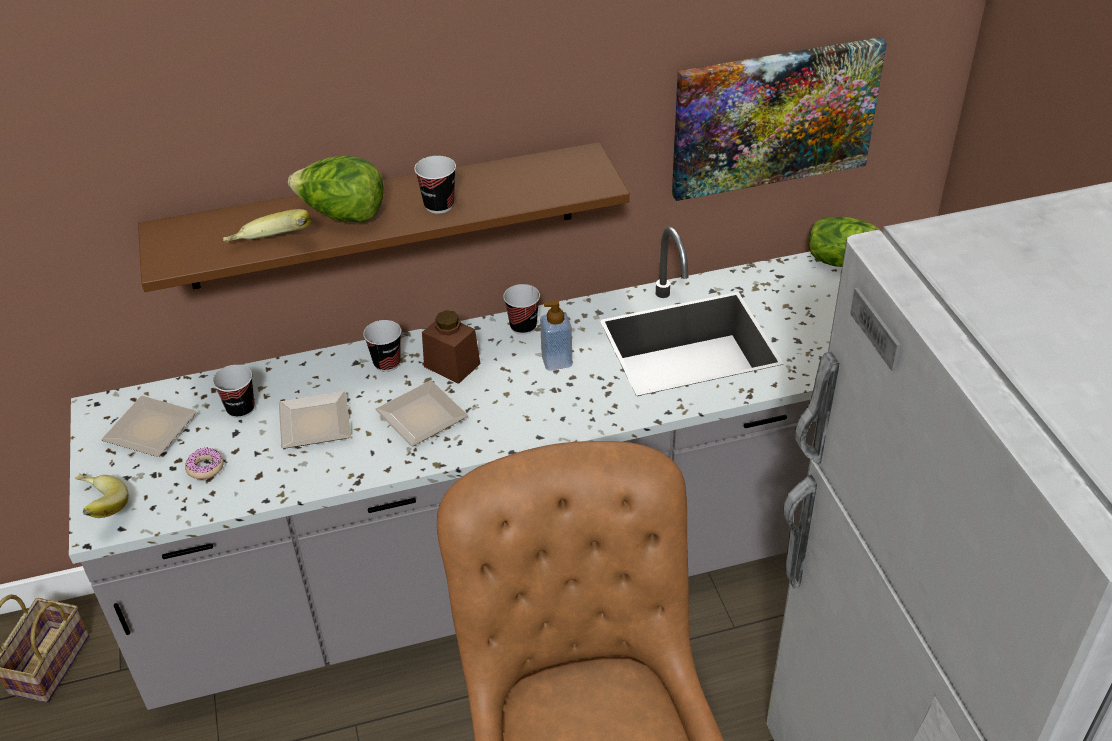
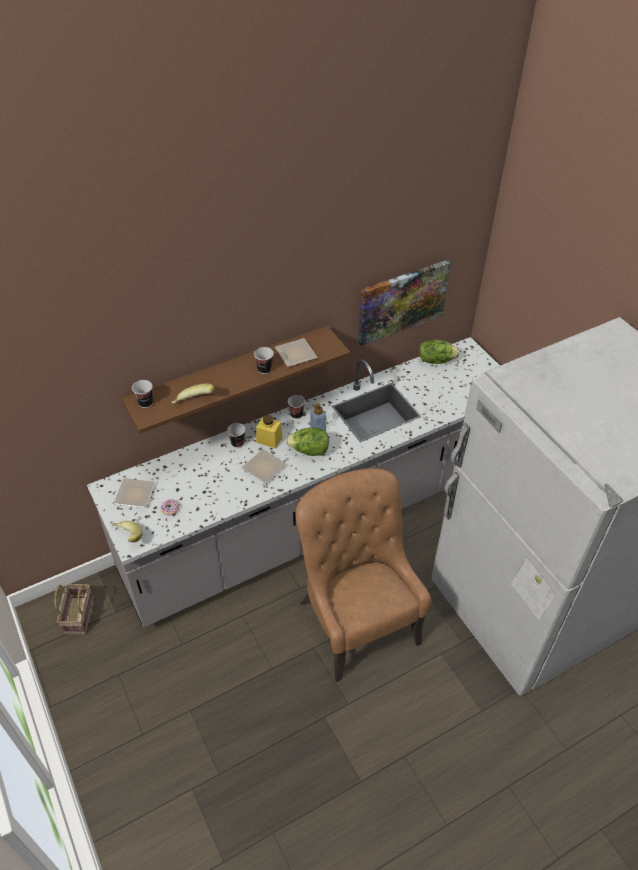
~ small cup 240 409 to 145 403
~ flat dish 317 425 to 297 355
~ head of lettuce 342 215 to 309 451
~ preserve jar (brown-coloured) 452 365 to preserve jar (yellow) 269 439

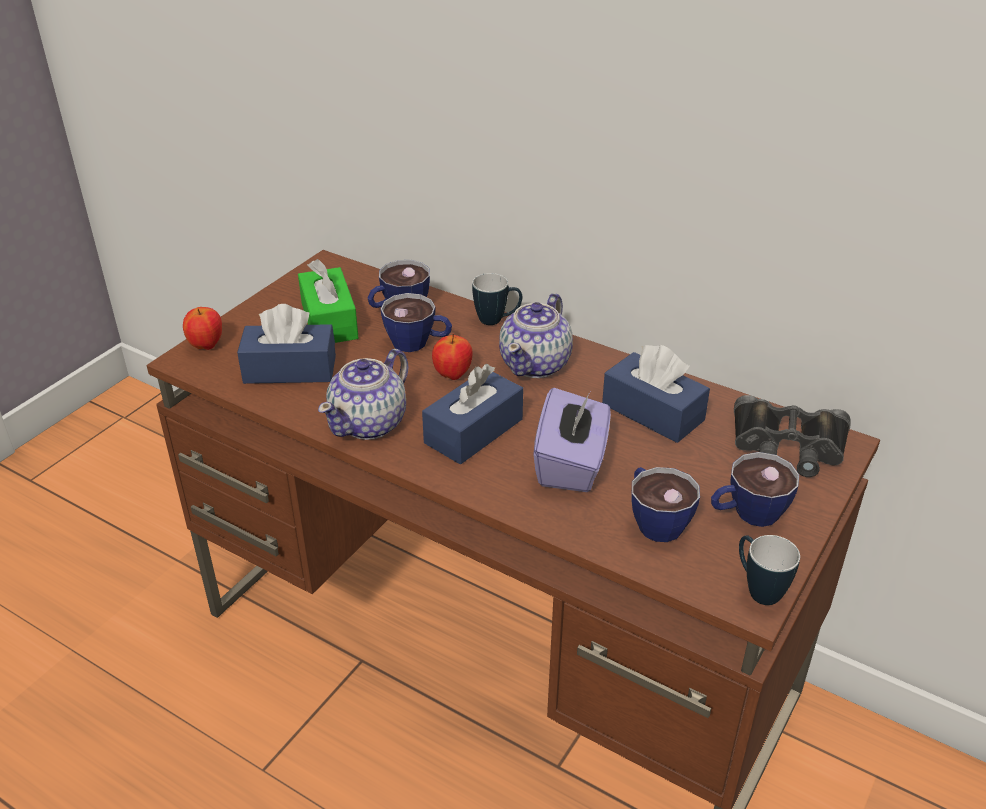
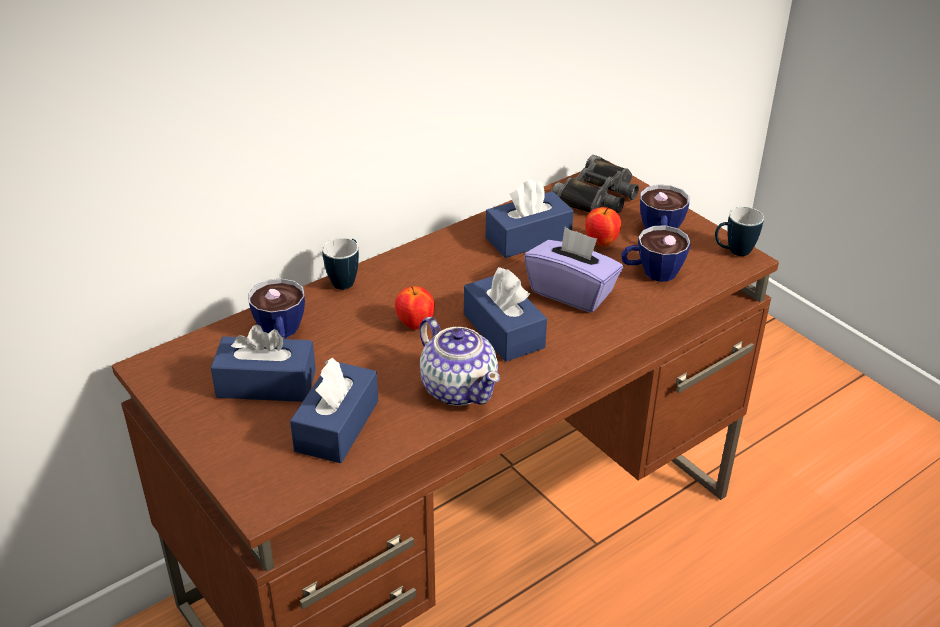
- small cup 418 343
- tea pot 536 364
~ apple 206 345 to 601 242
~ tissue holder (green-coloured) 329 321 to tissue holder (bluish) 266 384

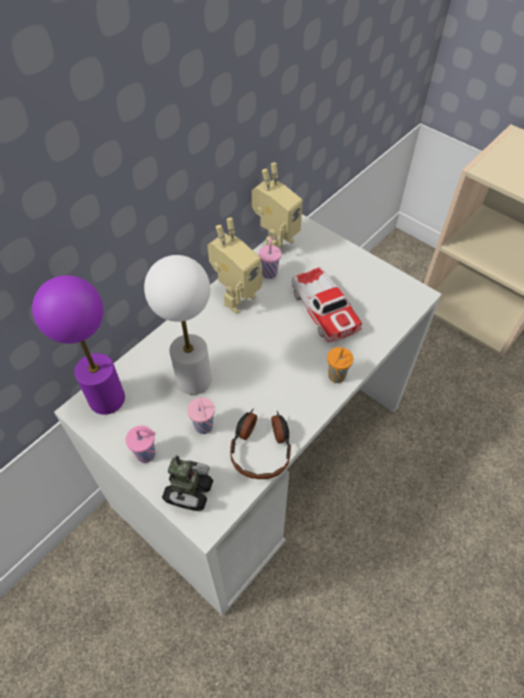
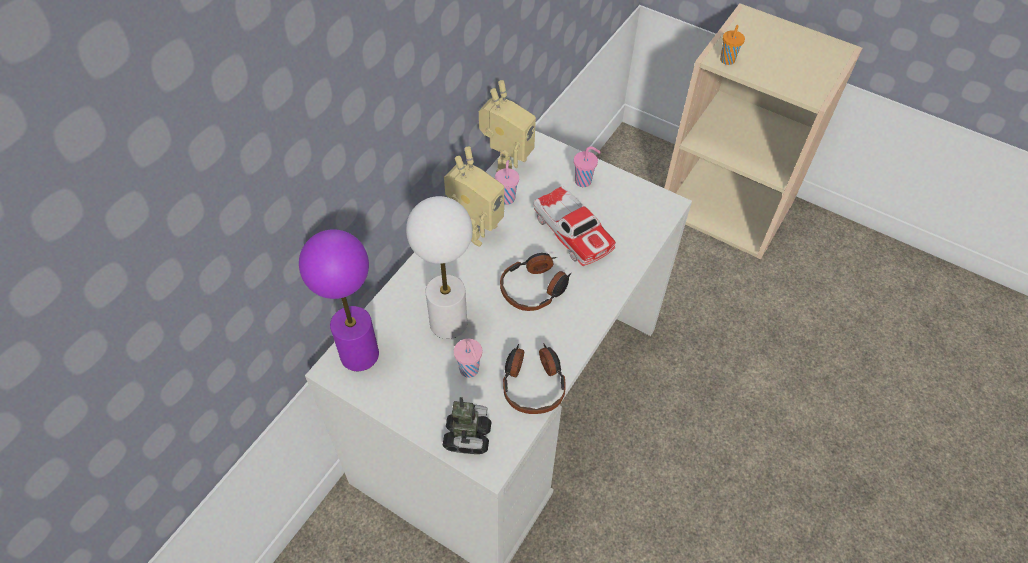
+ pair of headphones 535 288
~ small cup (pinkish) 147 454 to 584 181
~ small cup (orangey) 336 377 to 727 61

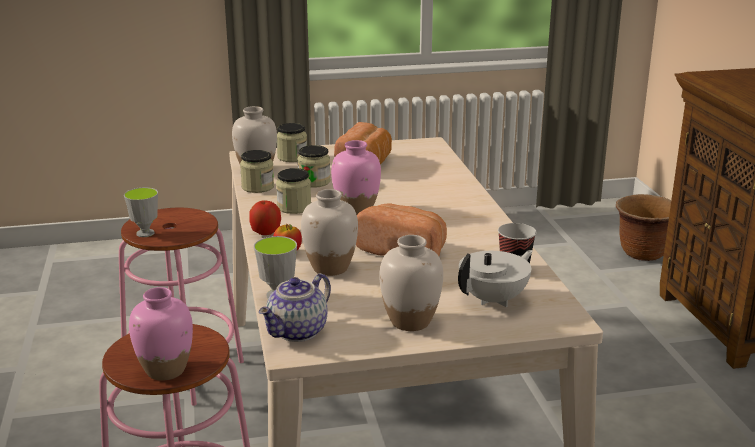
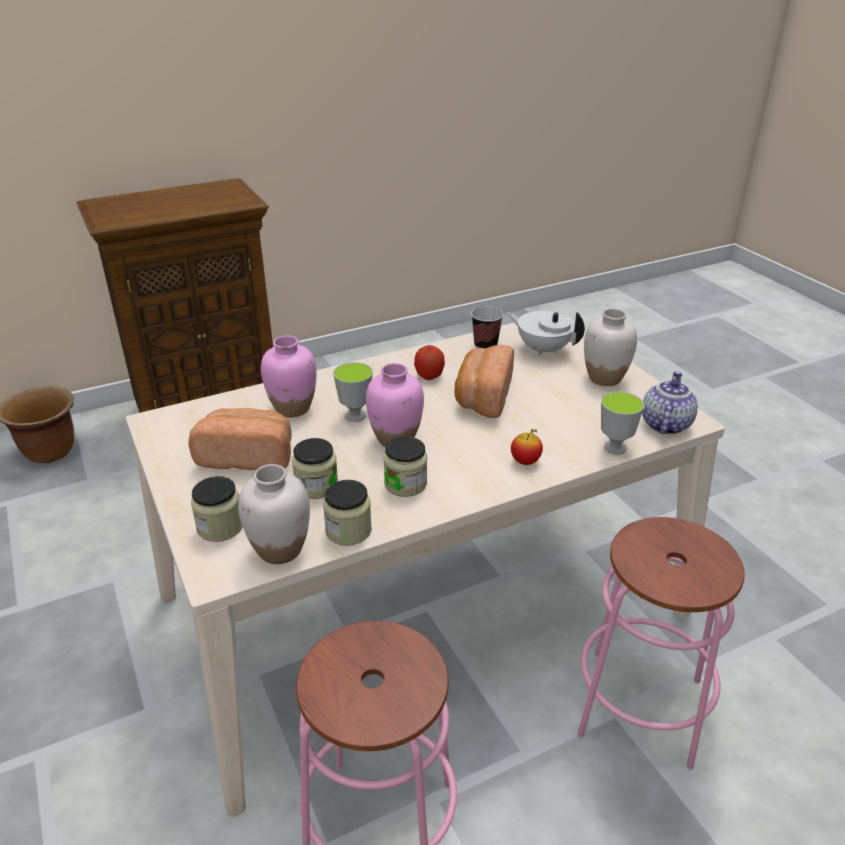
- decorative vase (whitish) 330 268
~ small cup 145 233 to 355 416
~ decorative vase (pinkish) 166 370 to 293 408
~ apple 265 233 to 429 376
~ tea pot 298 332 = 664 424 90 degrees counterclockwise

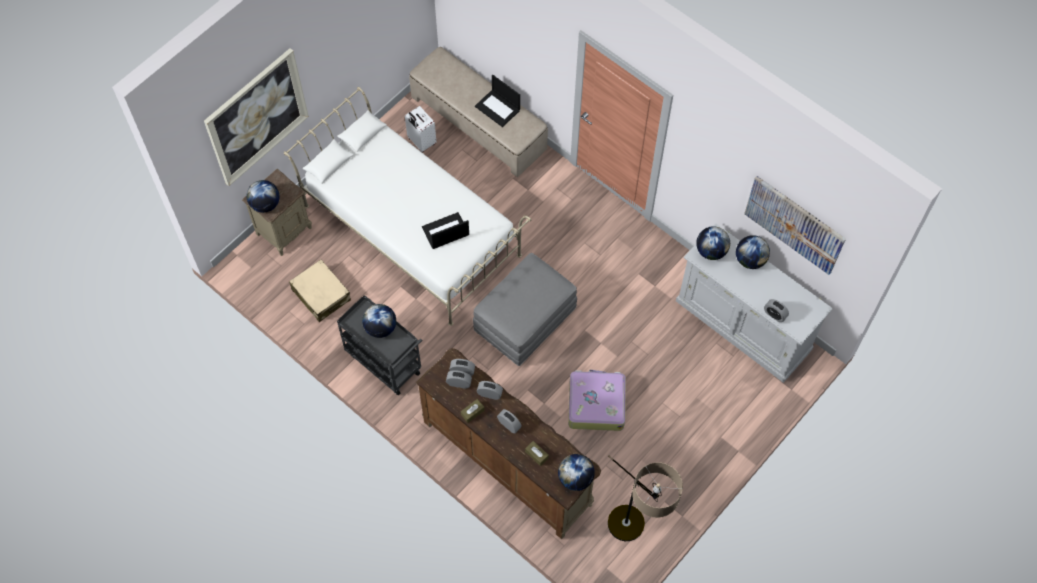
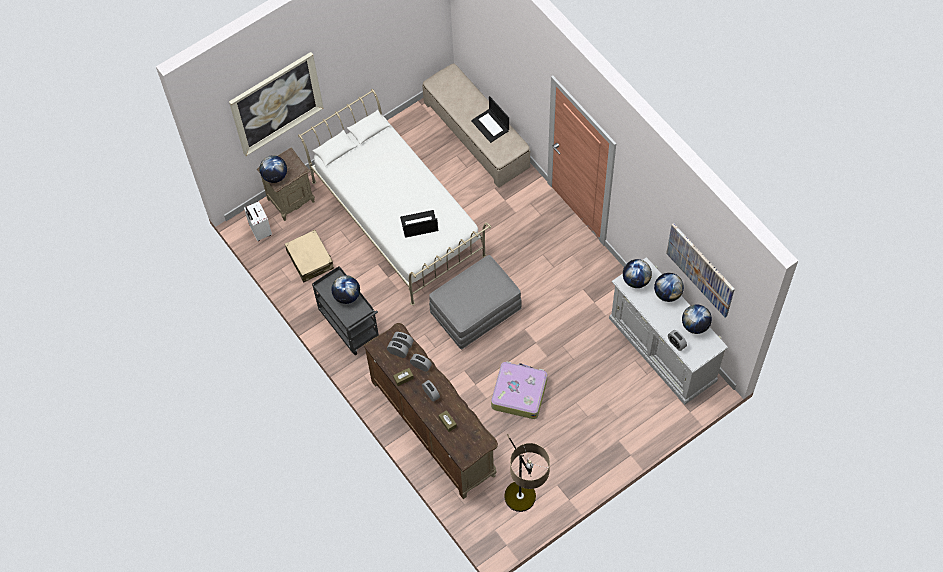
~ piece of luggage (whitish) 421 142 to 260 231
~ world globe 575 478 to 695 325

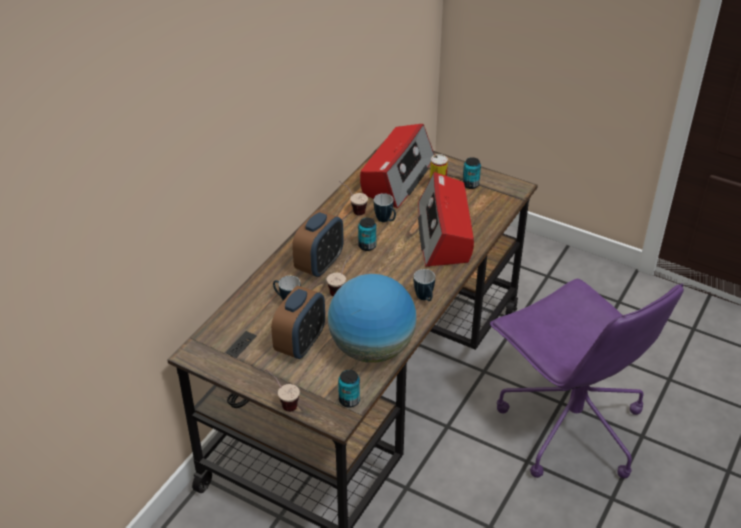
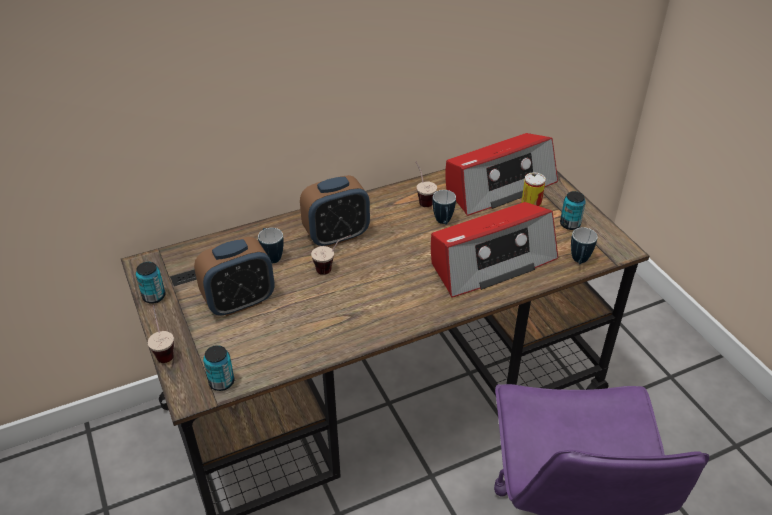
- world globe 371 349
~ metal can 367 246 to 154 296
~ mug 425 299 to 579 262
~ radio receiver 444 233 = 491 261 150 degrees counterclockwise

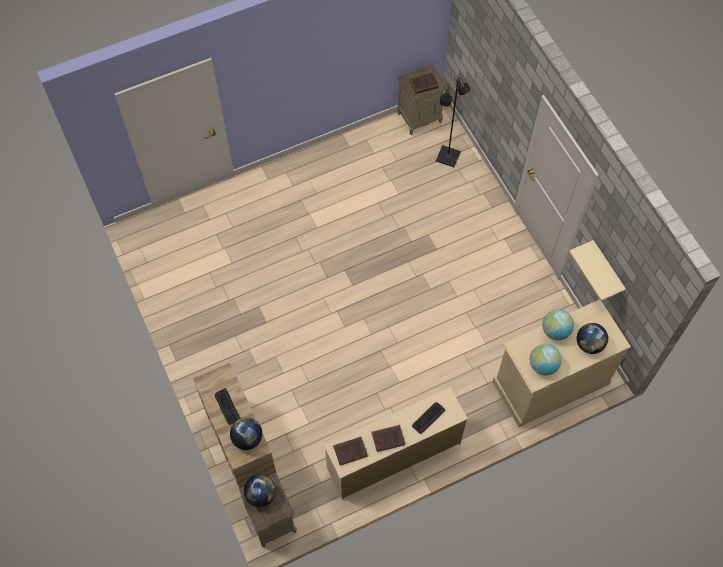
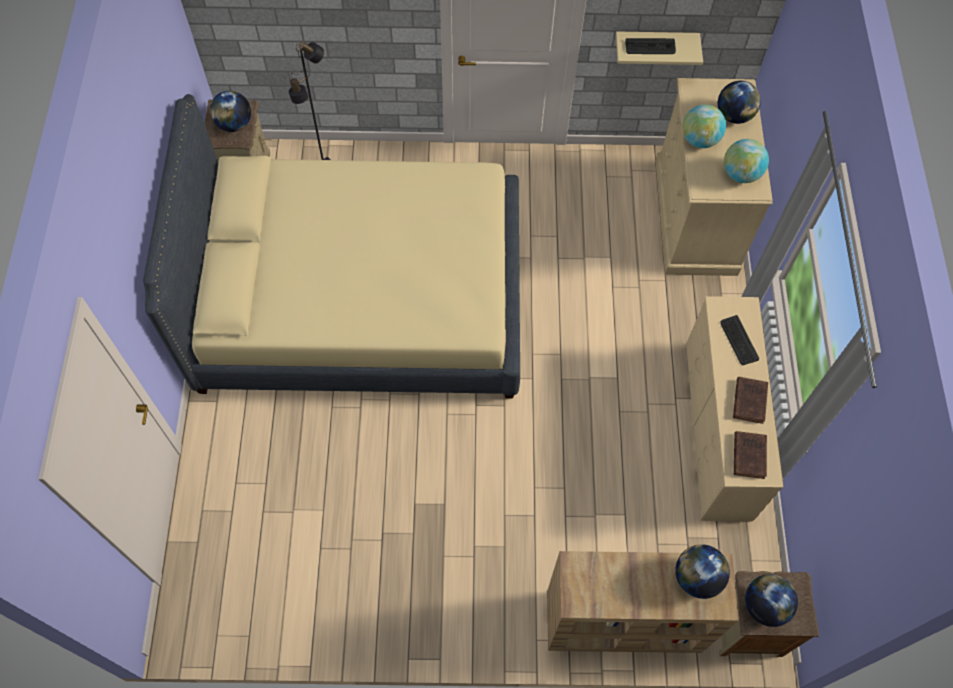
+ bedroom bed (beige-coloured) 361 298
~ computer keyboard 227 406 to 650 47
~ volume (brown-coloured) 422 85 to world globe 234 124

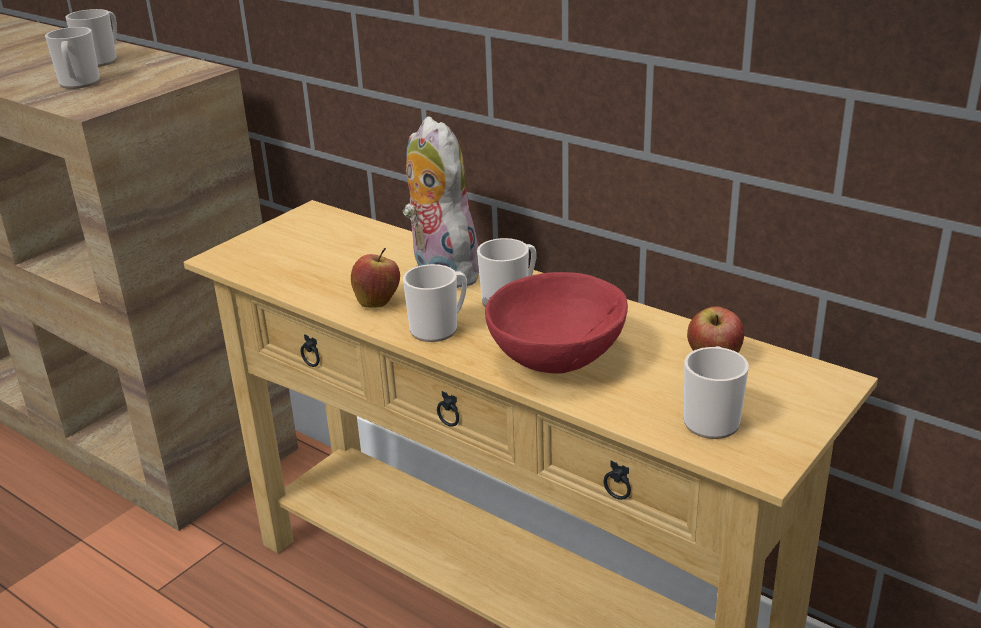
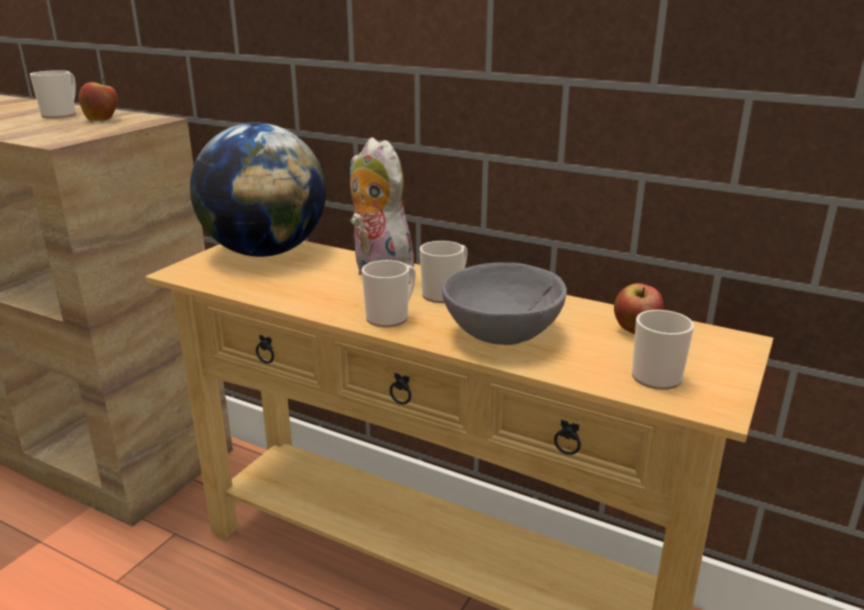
- mug 79 84
+ world globe 265 252
~ apple 378 302 to 102 120
~ bowl (red-coloured) 557 357 to bowl (grey) 503 334

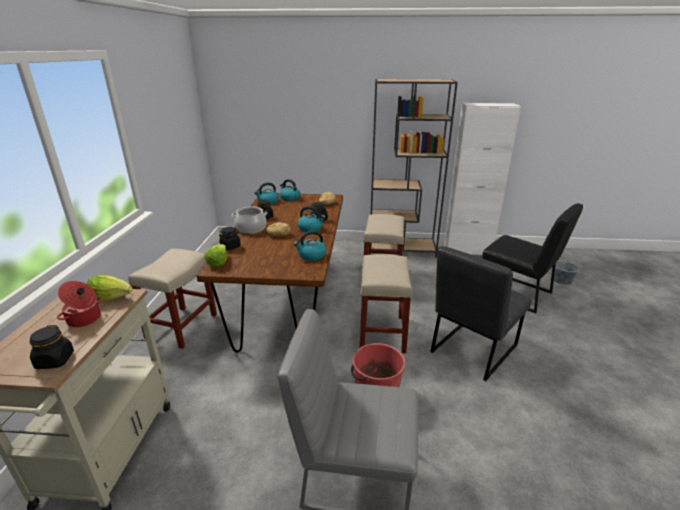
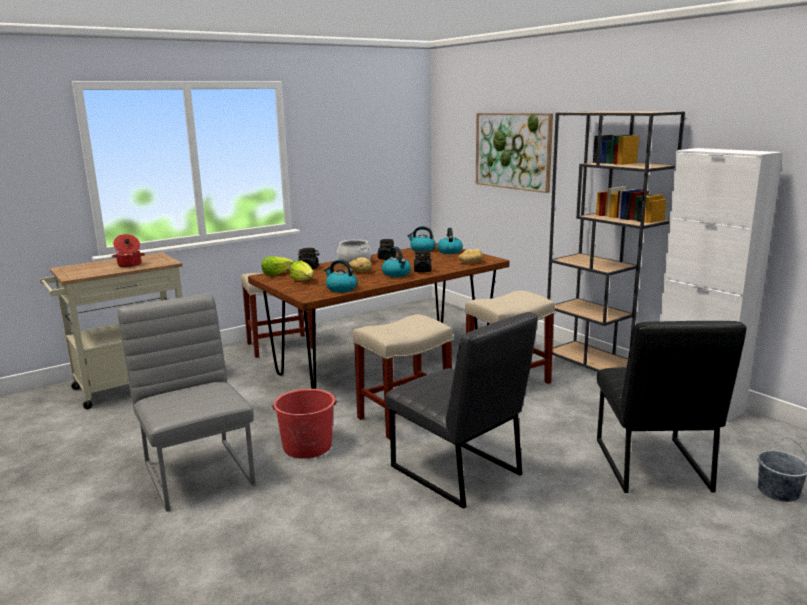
- preserve jar (blackish) 55 360
+ wall picture 513 151
~ head of lettuce 111 297 to 303 280
~ upright chair (grey) 472 349 = 458 472 135 degrees counterclockwise

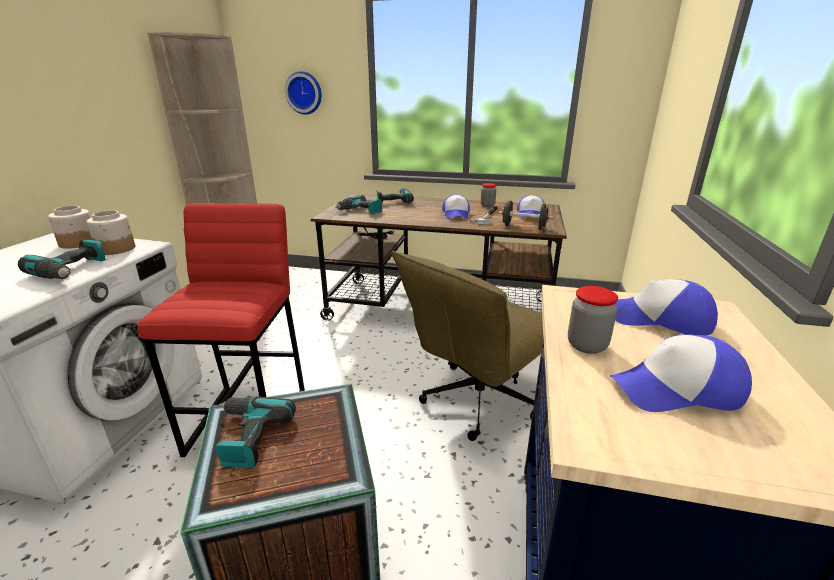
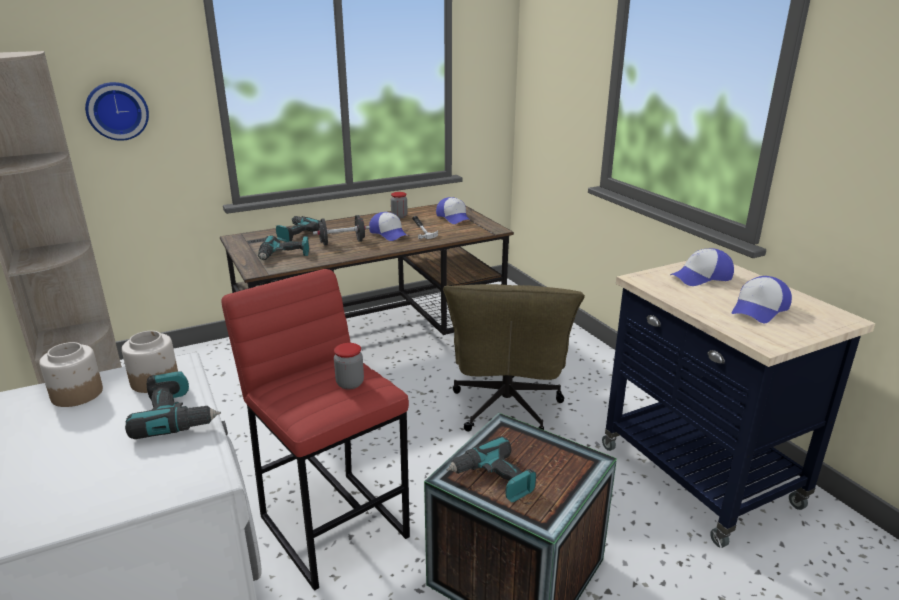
~ hand weight (blackish) 523 227 to 342 242
~ preserve jar 587 345 to 350 384

